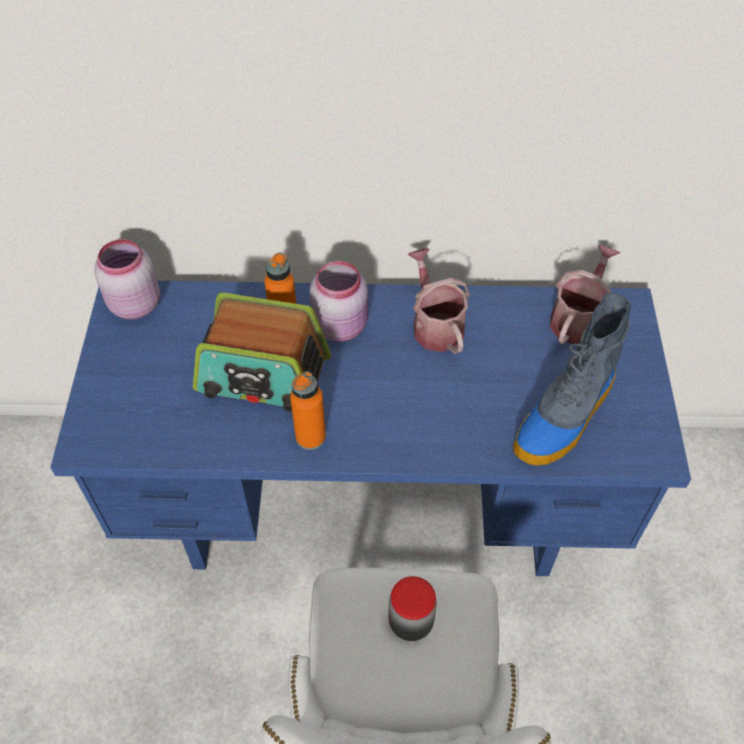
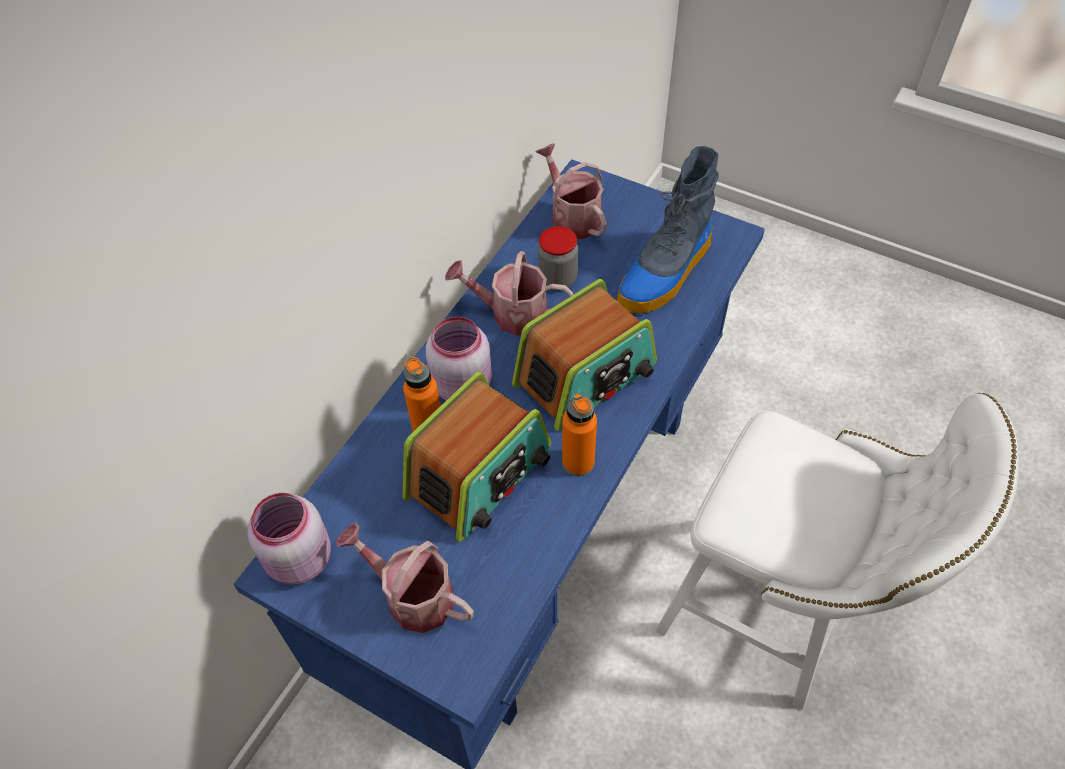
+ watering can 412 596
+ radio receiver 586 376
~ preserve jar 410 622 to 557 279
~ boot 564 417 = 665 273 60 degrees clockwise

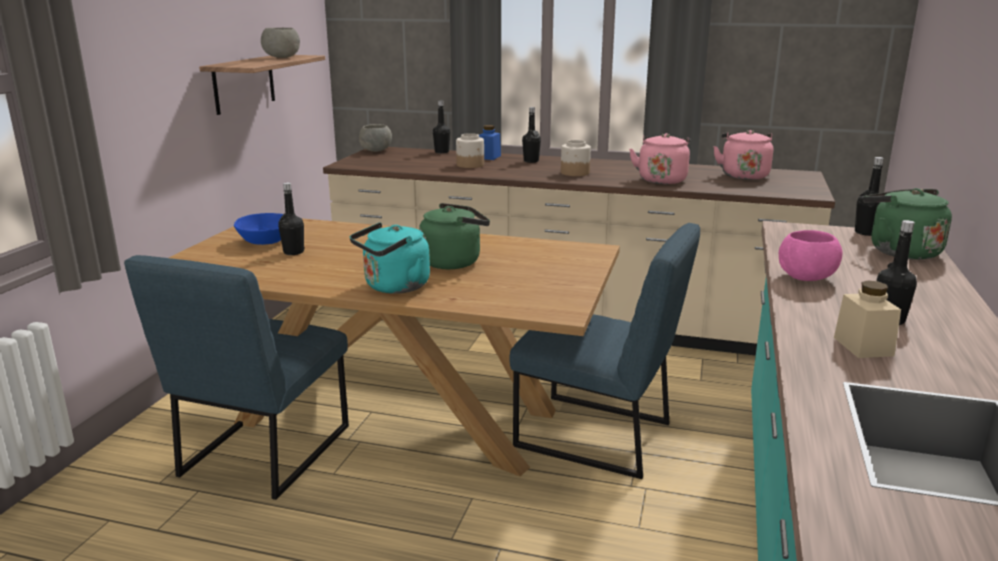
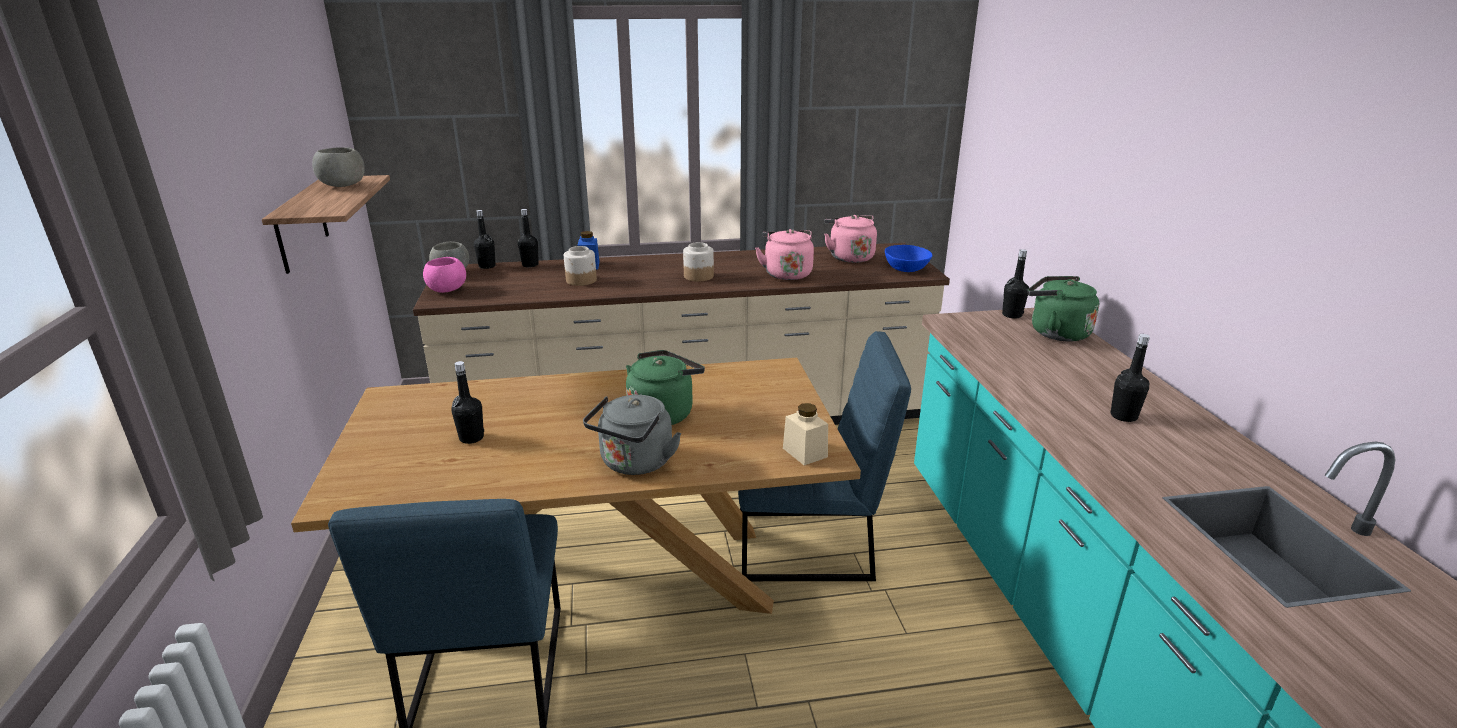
~ bowl (bluish) 266 241 to 906 269
~ bottle (blackish) 531 161 to 487 266
~ bowl (pinkish) 807 278 to 447 290
~ preserve jar (beige-coloured) 863 346 to 805 452
~ water kettle (turquoise-coloured) 394 287 to water kettle (grey) 634 464

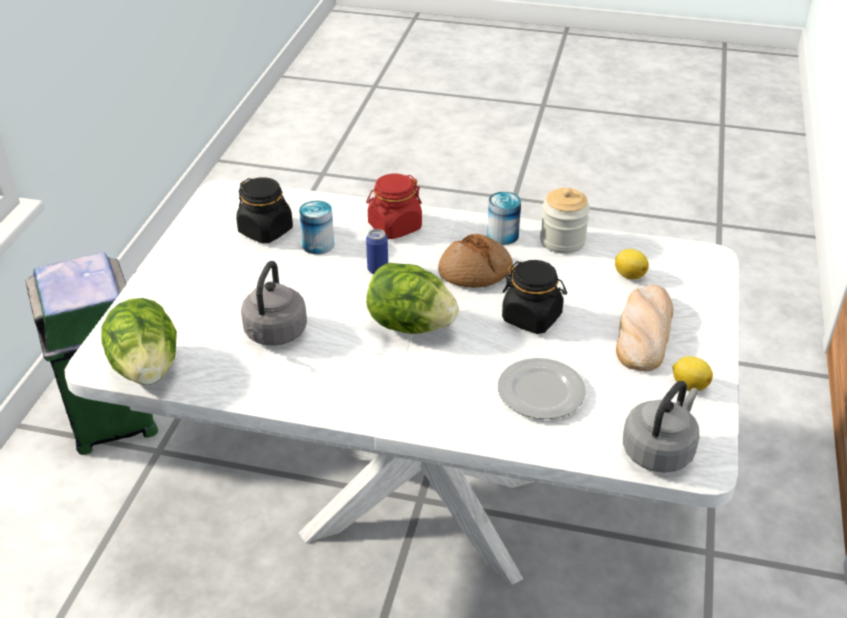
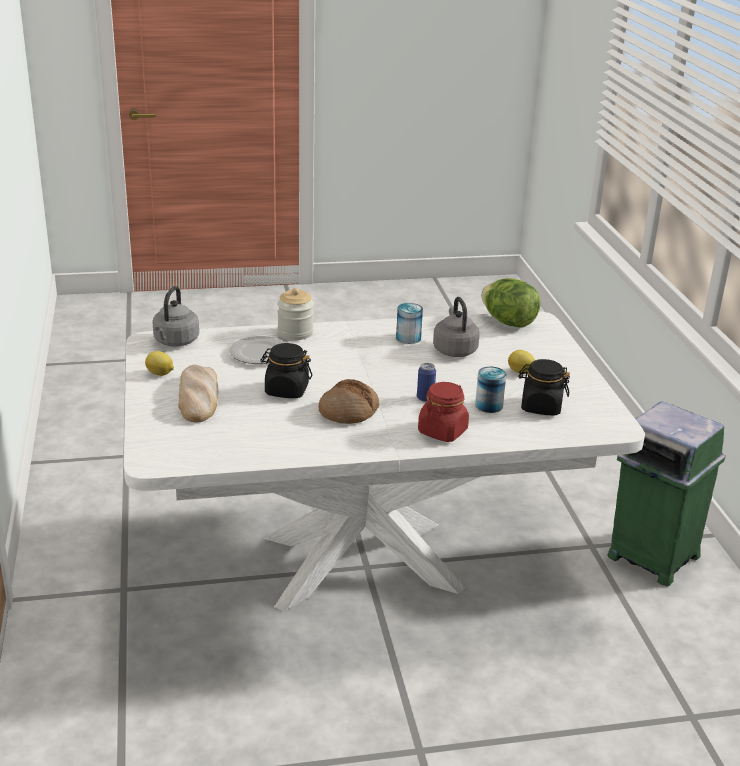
- head of lettuce 410 325
~ metal can 503 235 to 408 338
~ preserve jar 562 241 to 295 333
~ whole lemon 628 275 to 521 372

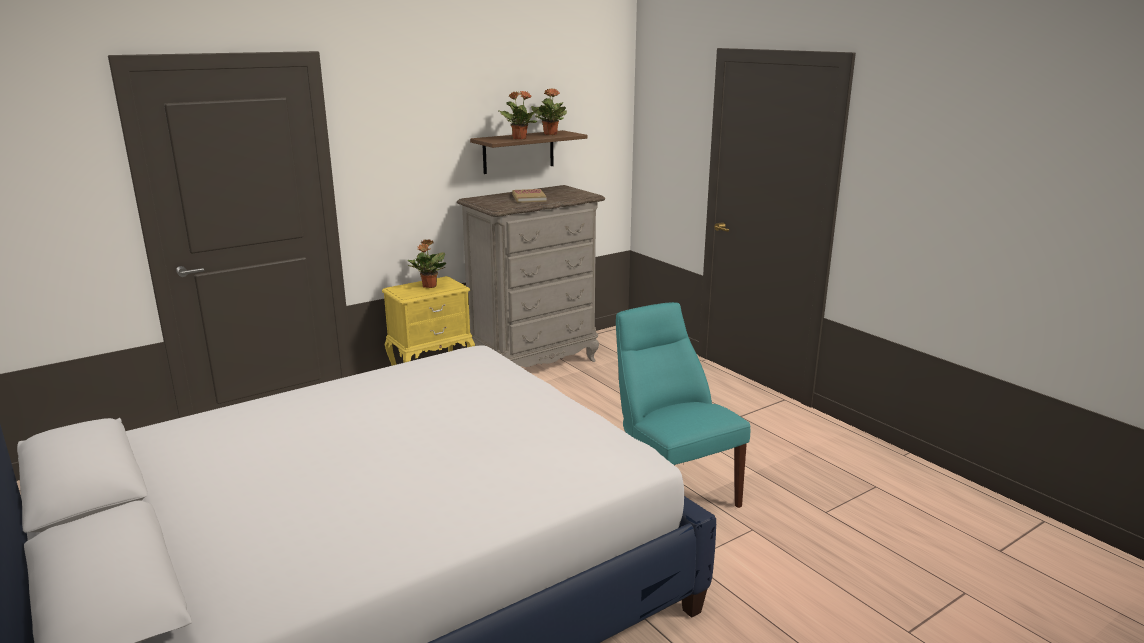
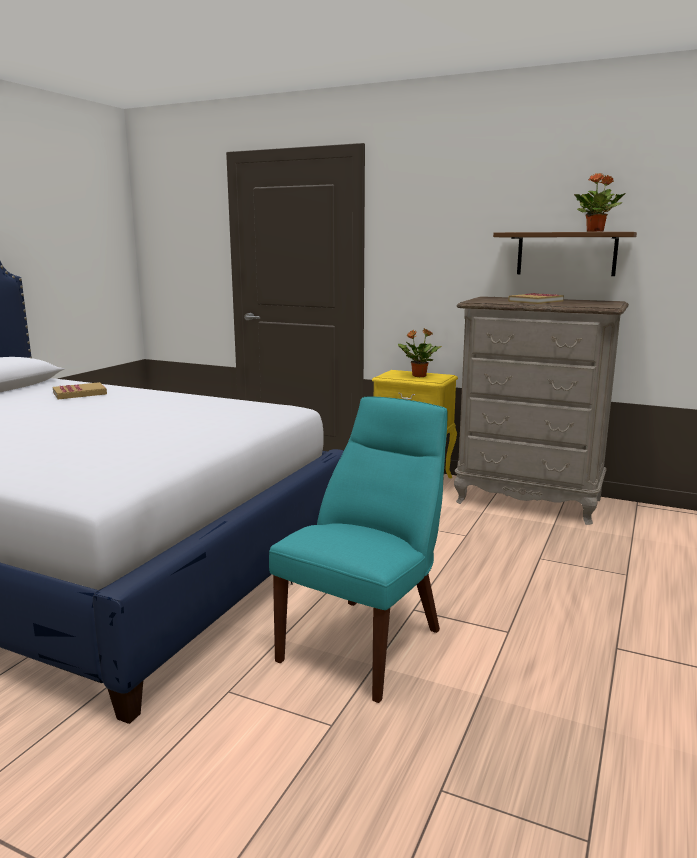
- plant in a pot 519 138
+ volume 80 393

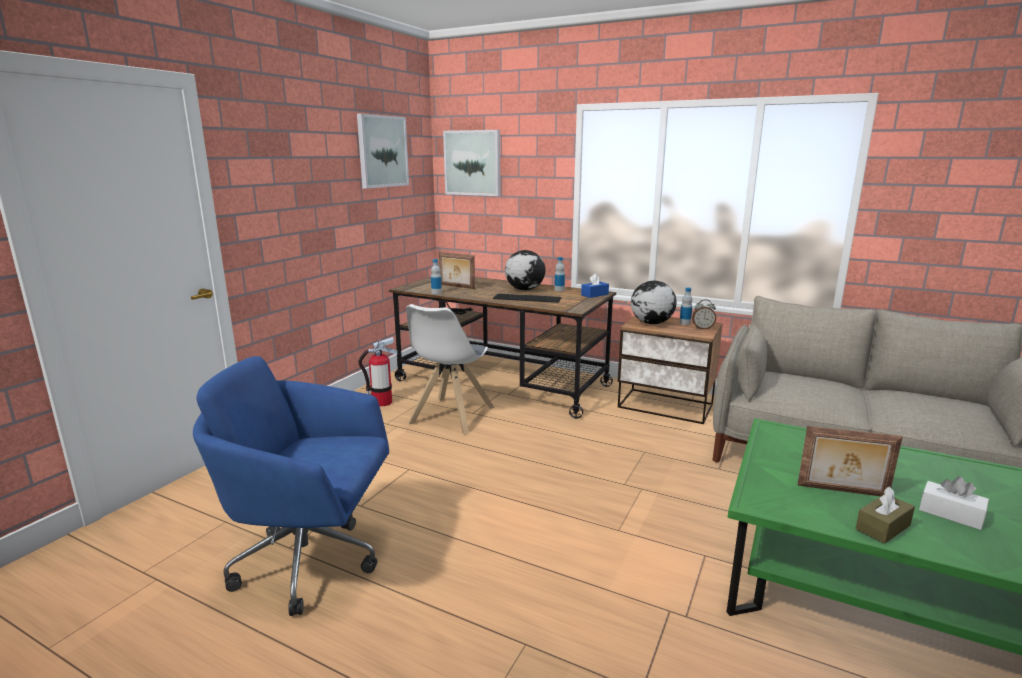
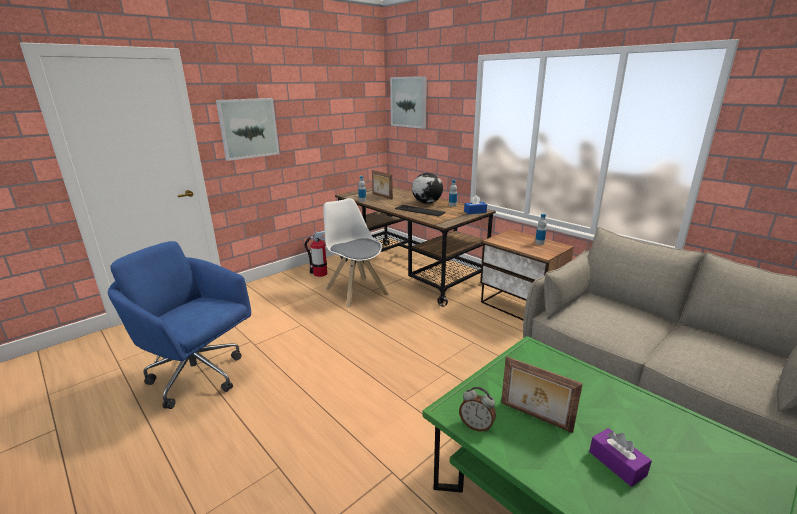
- world globe 651 323
- tissue holder (brown-coloured) 882 527
~ wall picture 382 151 to 248 128
~ table clock 702 328 to 476 425
~ tissue holder (whitish) 950 514 to tissue holder (purple-coloured) 617 463
~ upright chair 450 416 = 356 291 105 degrees clockwise

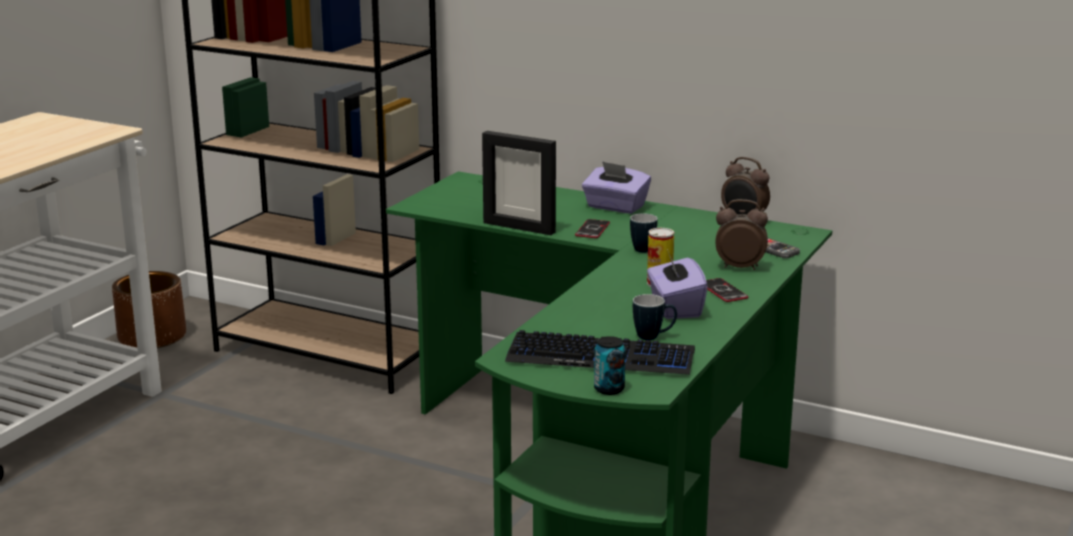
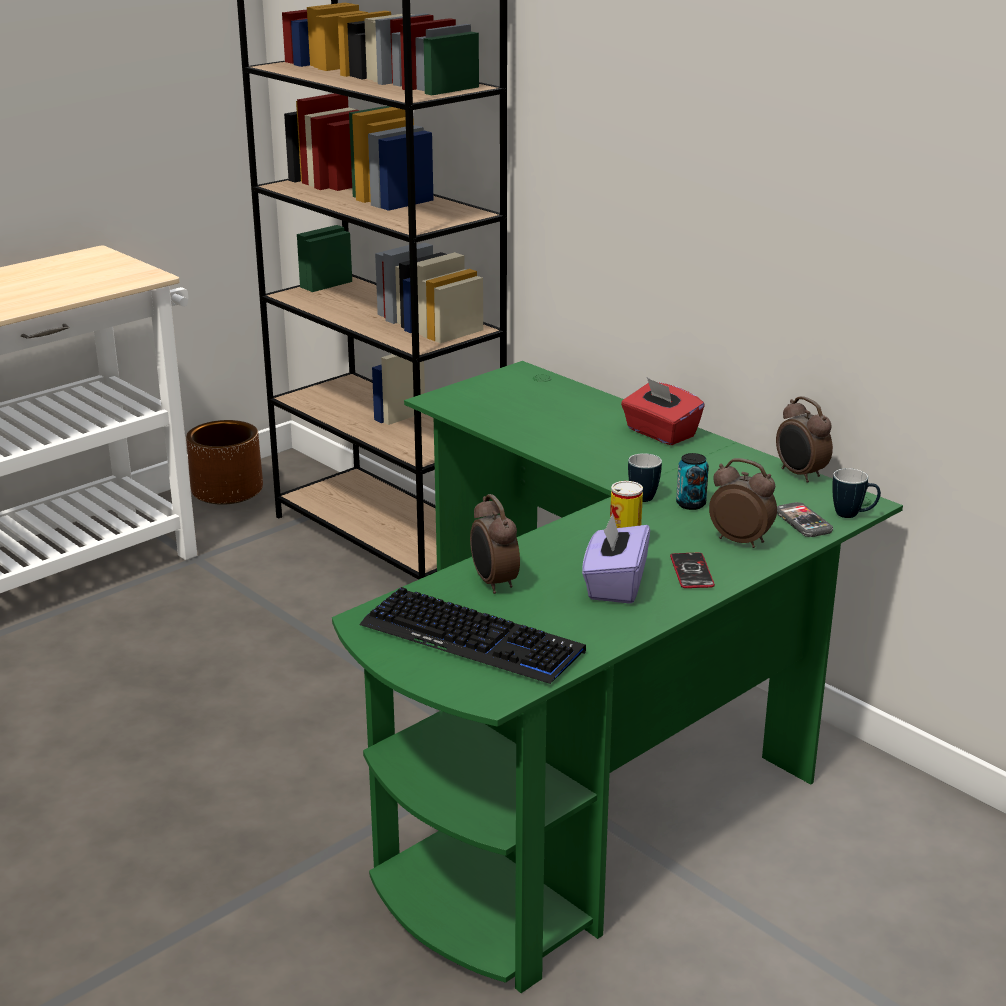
- picture frame 520 227
- handset 592 230
+ table clock 493 583
~ metal can 609 389 to 690 504
~ mug 653 337 to 853 515
~ tissue holder (purple-coloured) 615 207 to tissue holder (red-coloured) 660 433

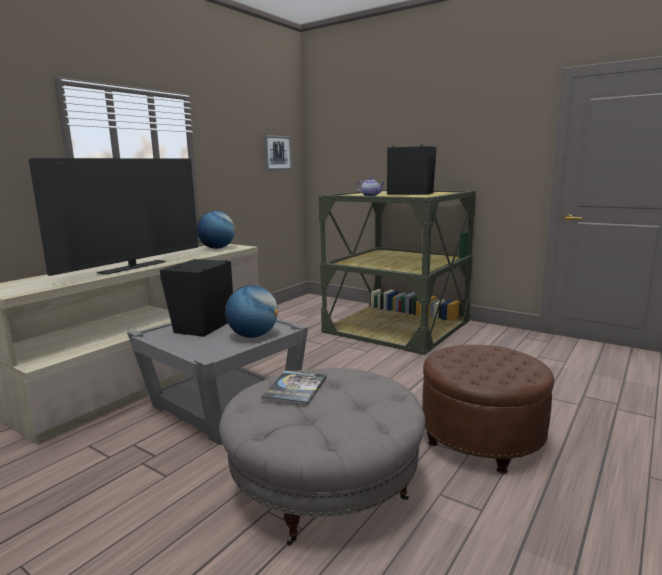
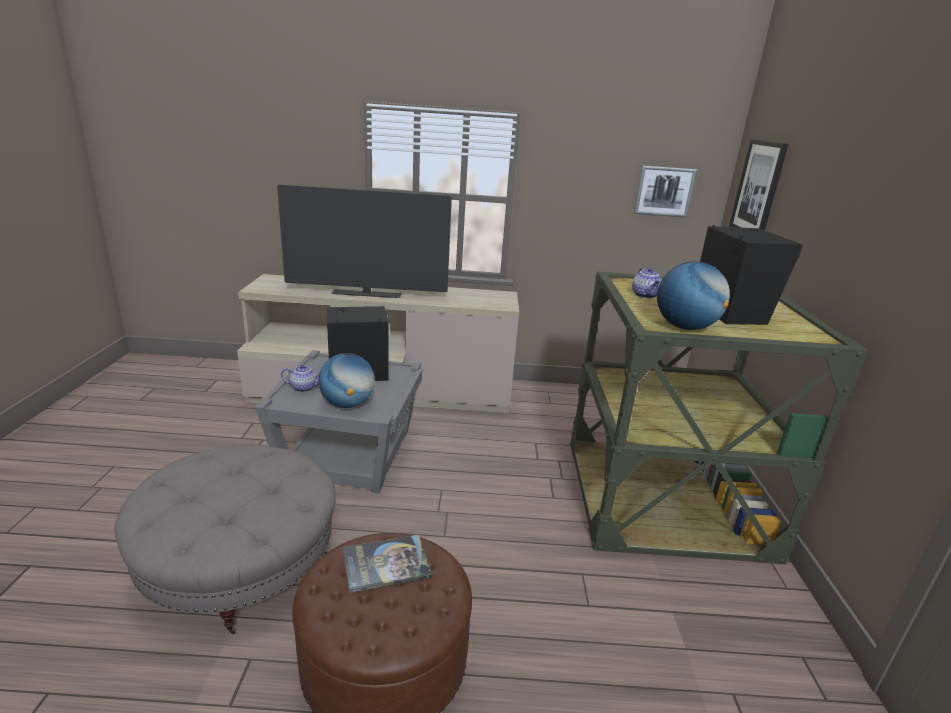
+ tea pot 304 388
+ wall picture 758 189
~ world globe 217 248 to 685 327
~ volume 295 388 to 386 564

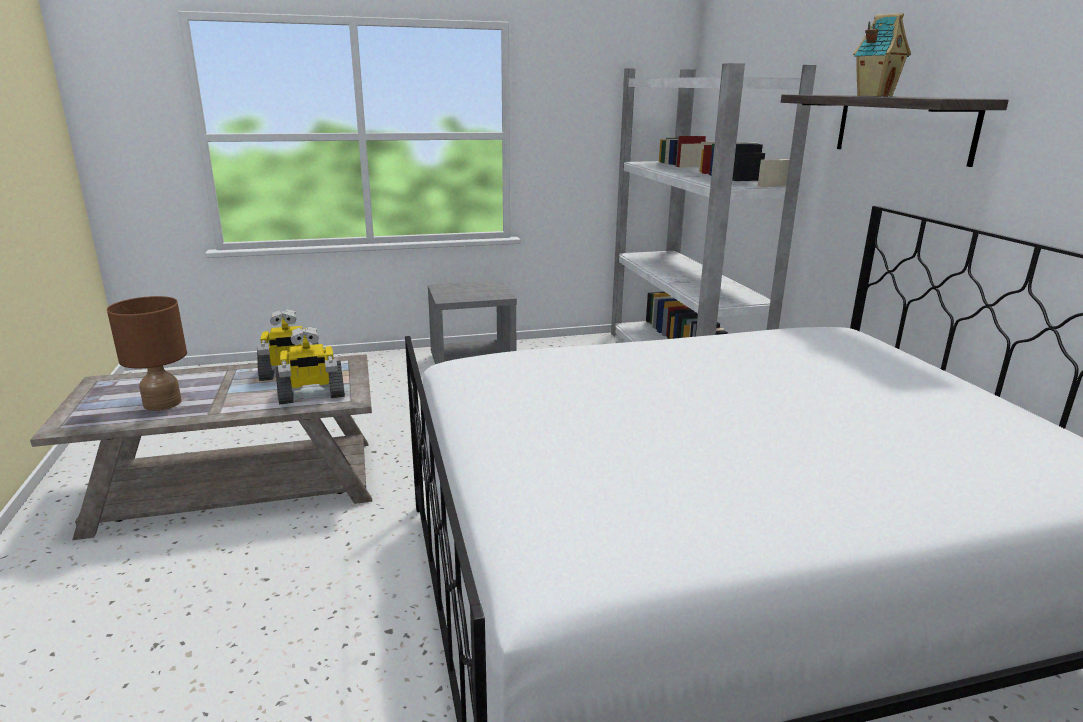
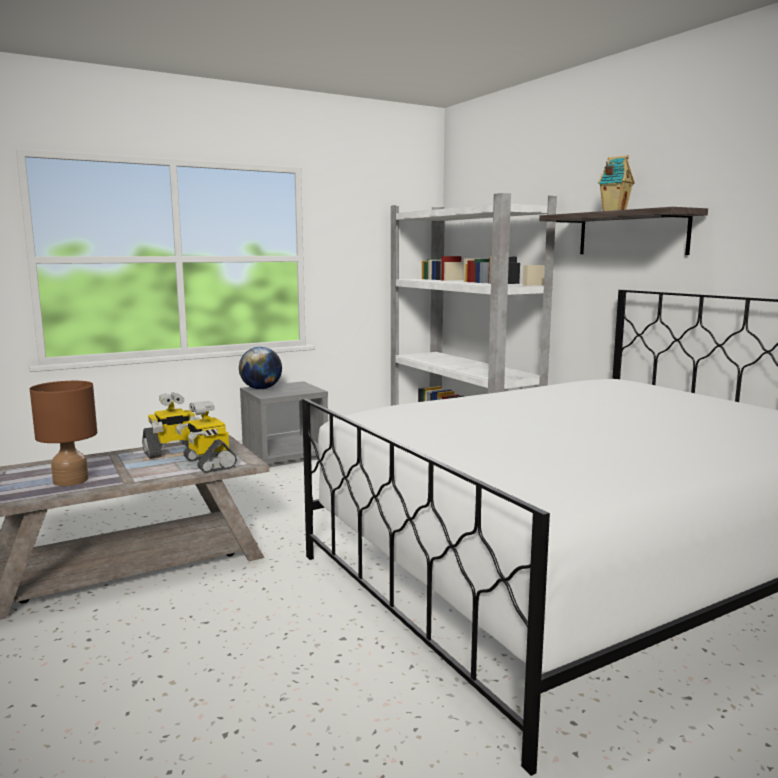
+ world globe 261 388
~ robot figure 311 395 = 208 463 90 degrees clockwise

